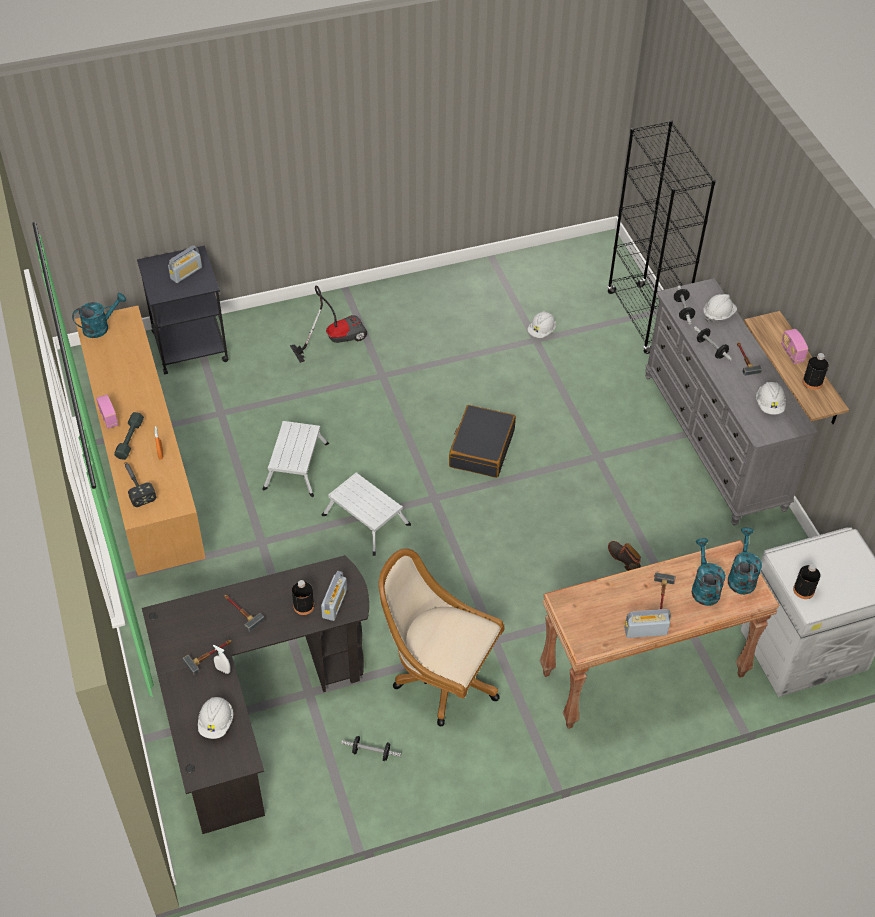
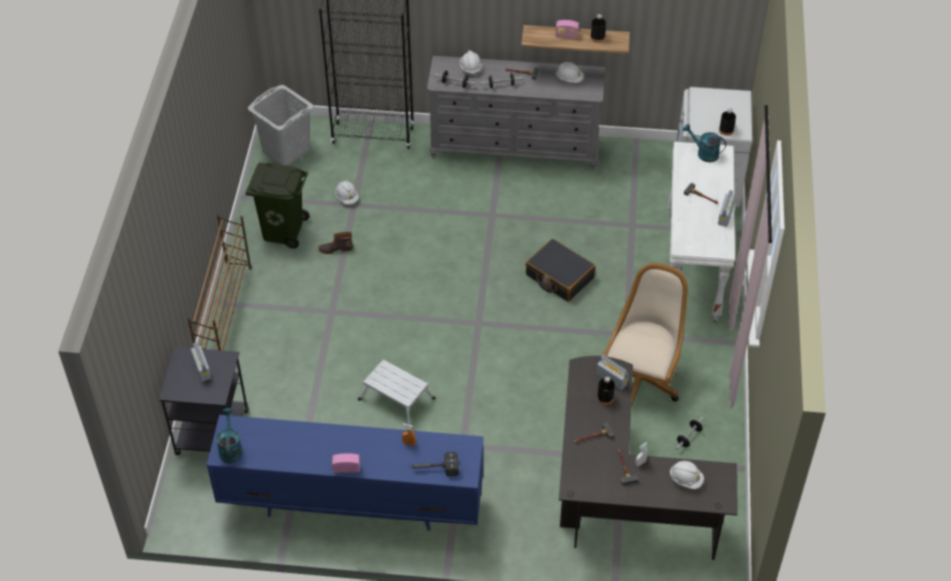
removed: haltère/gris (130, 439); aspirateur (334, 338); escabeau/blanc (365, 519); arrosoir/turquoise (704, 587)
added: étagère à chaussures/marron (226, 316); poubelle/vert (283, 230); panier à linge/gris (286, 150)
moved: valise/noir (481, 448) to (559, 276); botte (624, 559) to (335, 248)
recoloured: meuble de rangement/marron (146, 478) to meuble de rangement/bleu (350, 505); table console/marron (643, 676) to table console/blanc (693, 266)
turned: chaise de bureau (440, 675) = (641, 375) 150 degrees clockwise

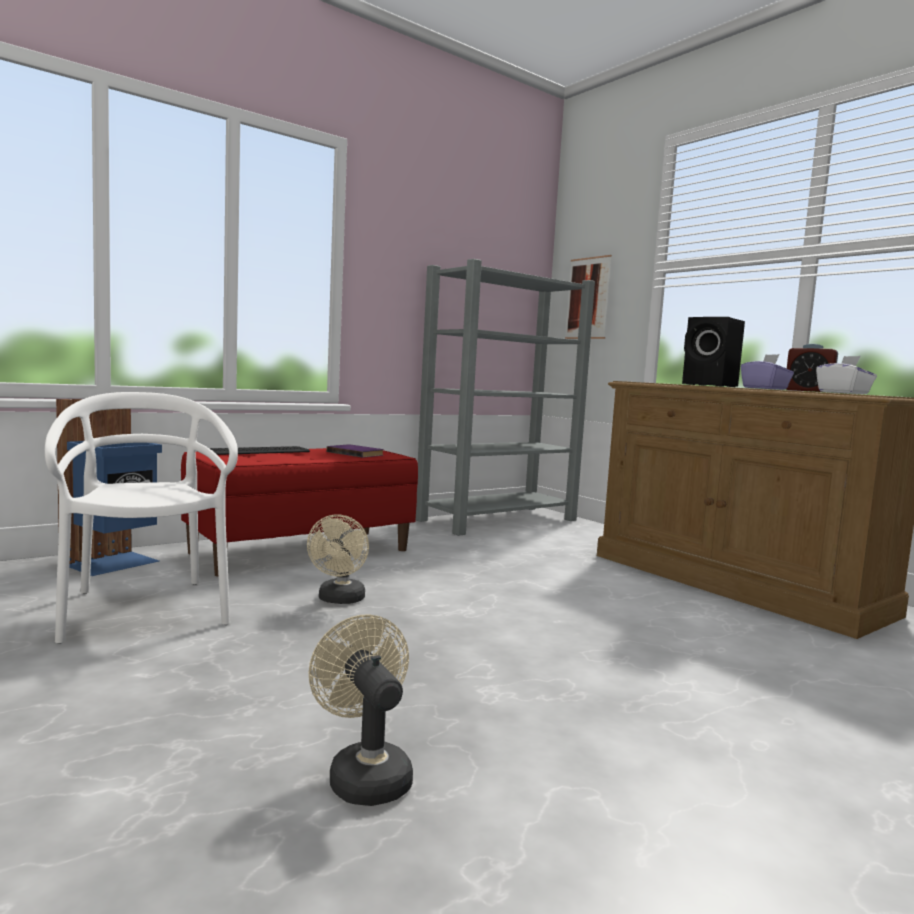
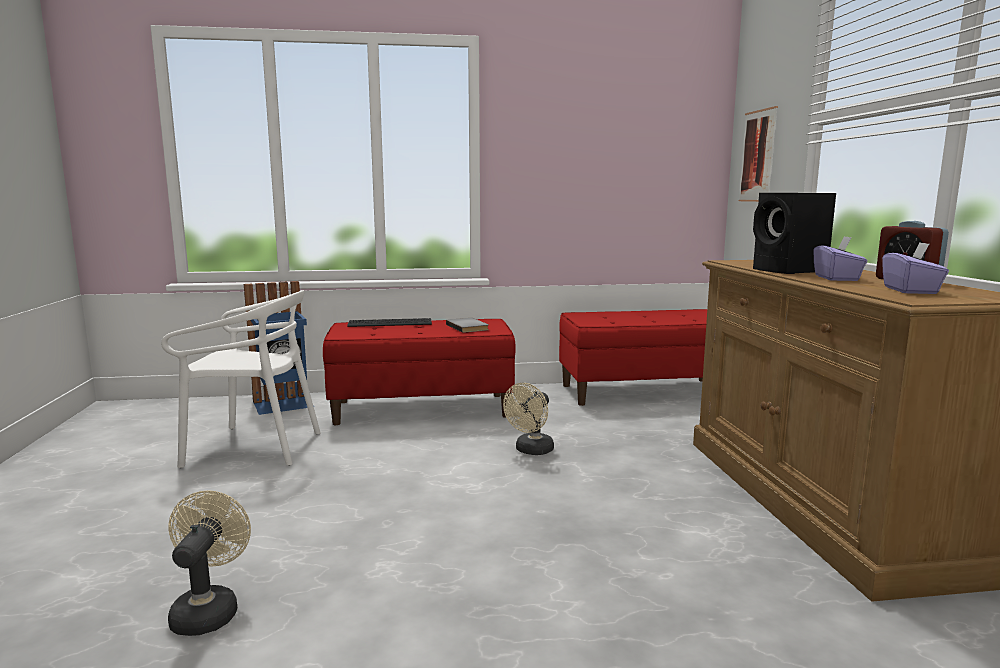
moved: ventilateur/beige (340, 600) to (531, 451)
replaced: bibliothèque/gris (497, 520) to banc/rouge (645, 391)
recoloured: livre/violet (356, 453) to livre/gris (468, 327); boîte à mouchoirs/blanc (843, 393) to boîte à mouchoirs/violet (911, 290)
turned: chaise/blanc (144, 610) = (253, 447) 90 degrees clockwise

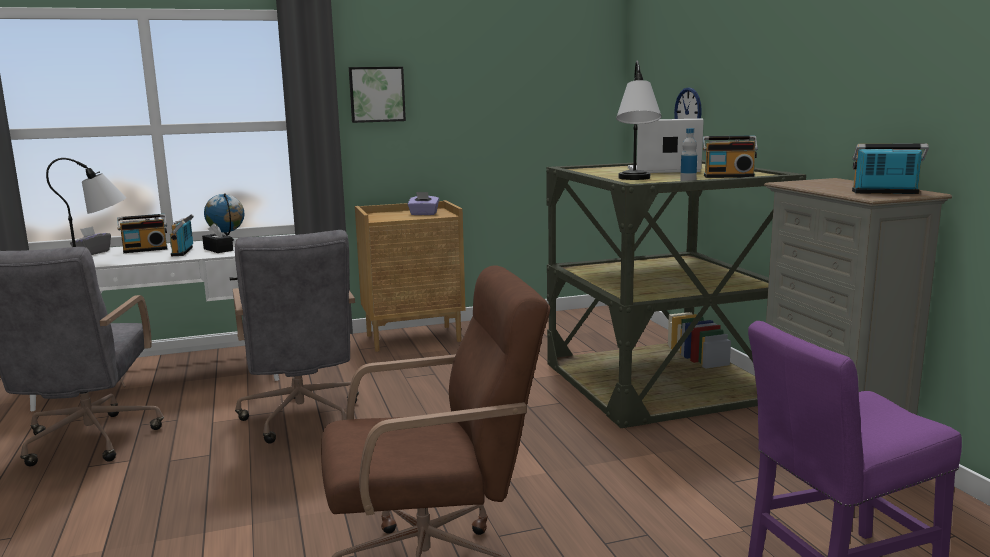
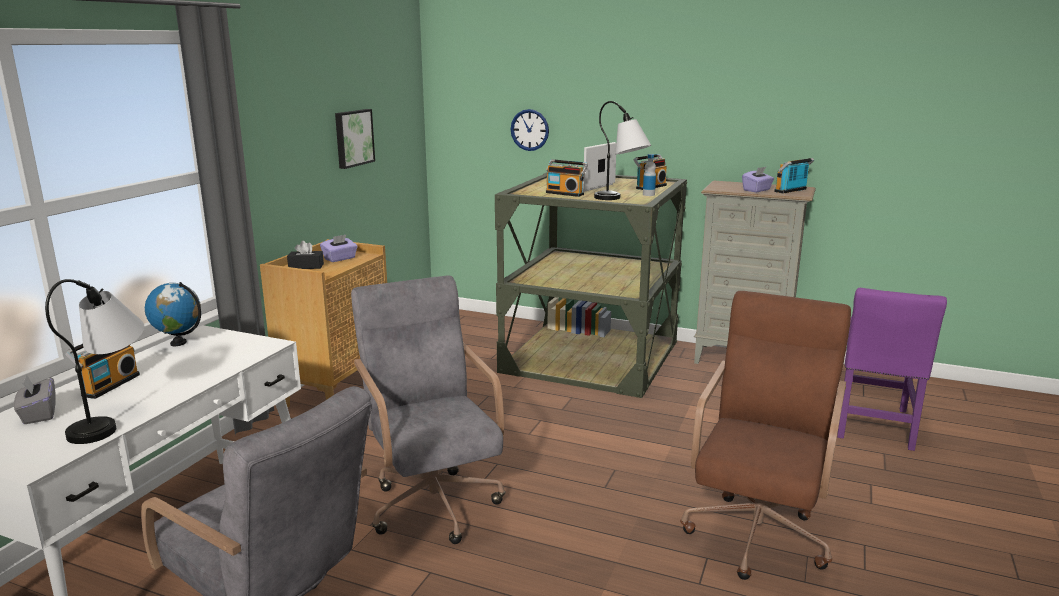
added: boîte à mouchoirs/violet (757, 190)
moved: radio (184, 251) to (565, 193); boîte à mouchoirs/noir (218, 249) to (306, 266); tableau (377, 94) to (353, 138)
turned: chaise de bureau/gris (302, 421) = (432, 503) 135 degrees counterclockwise

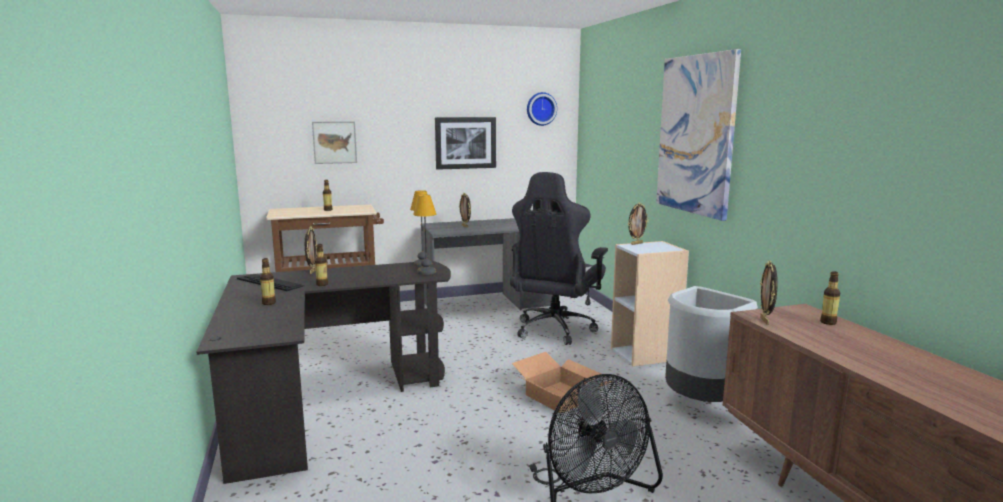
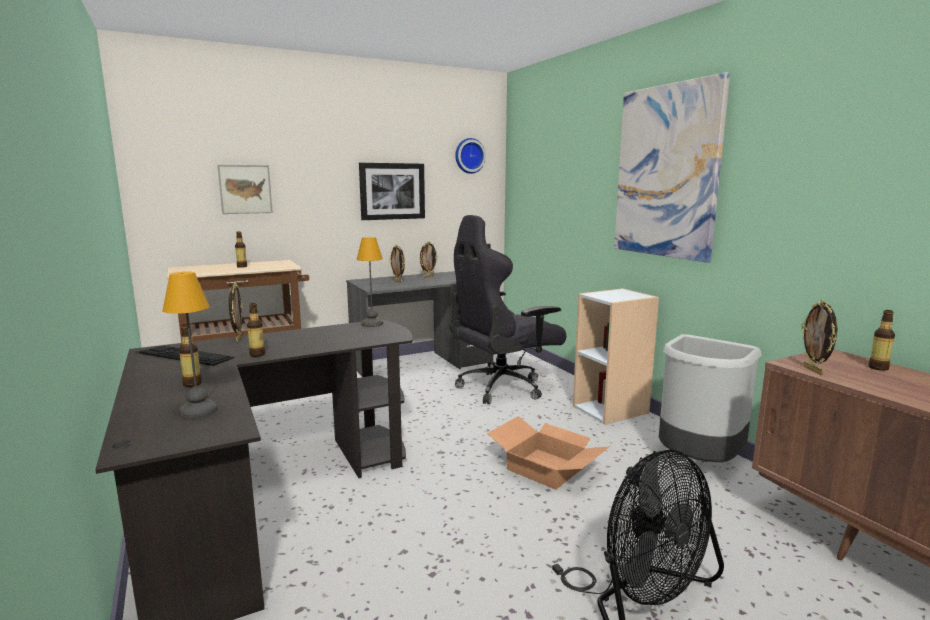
moved: lampe de table (425, 272) to (197, 411); cadre photo (636, 243) to (428, 276)
turned: chaise de bureau/noir (555, 328) = (505, 387) 45 degrees clockwise

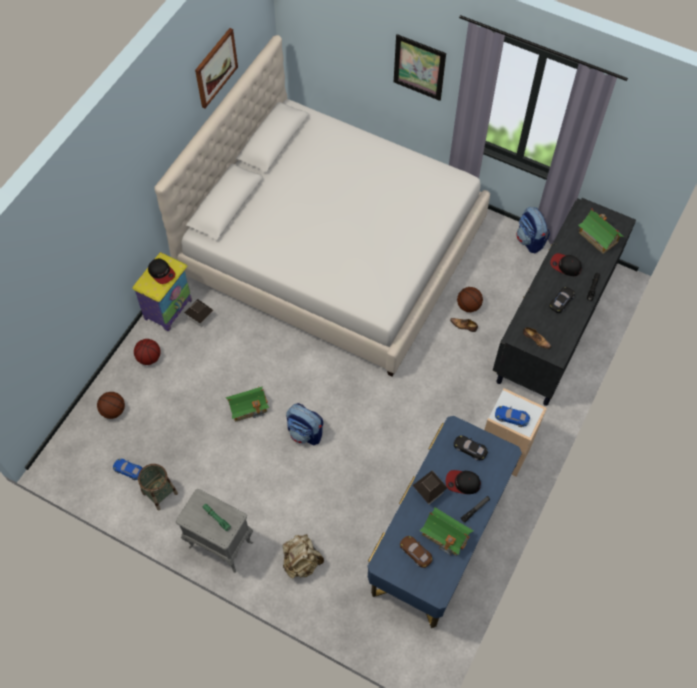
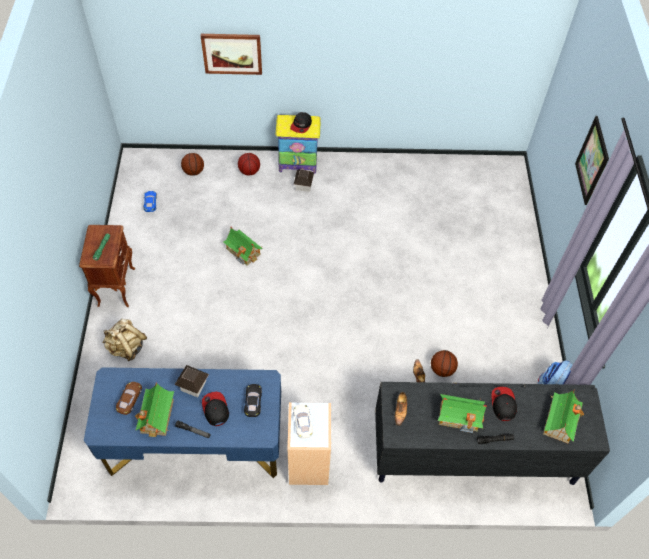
removed: panier (160, 493); lit/blanc (332, 248); sac à dos (305, 432)
moved: tableau (215, 67) to (232, 53)
replaced: petite voiture/noir (561, 301) to maison miniature (459, 416)
recoloured: table de chevet/gris (220, 545) to table de chevet/marron (116, 287); petite voiture/bleu (511, 417) to petite voiture/blanc (303, 422)

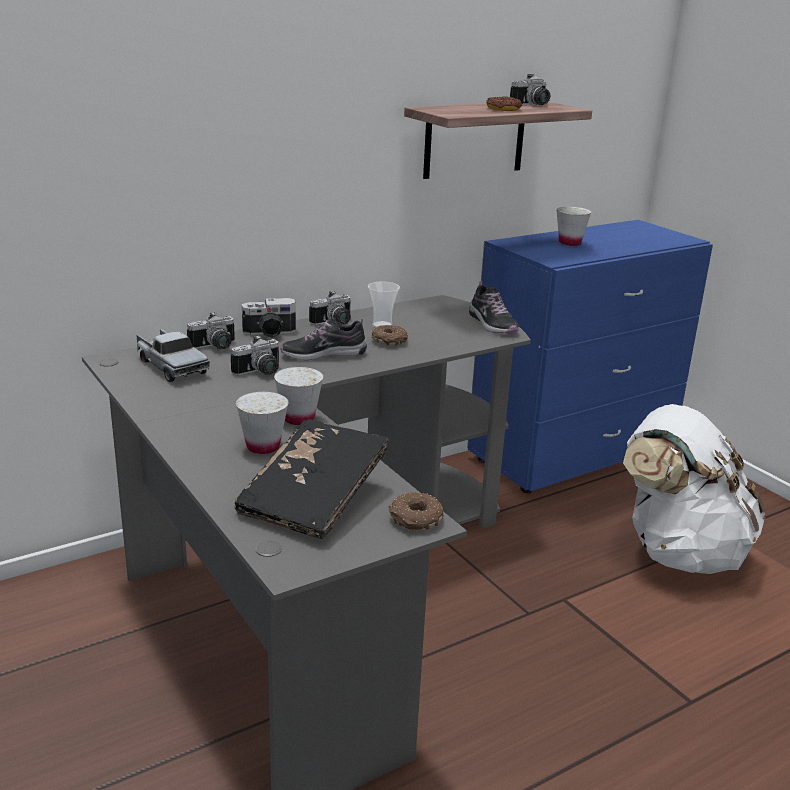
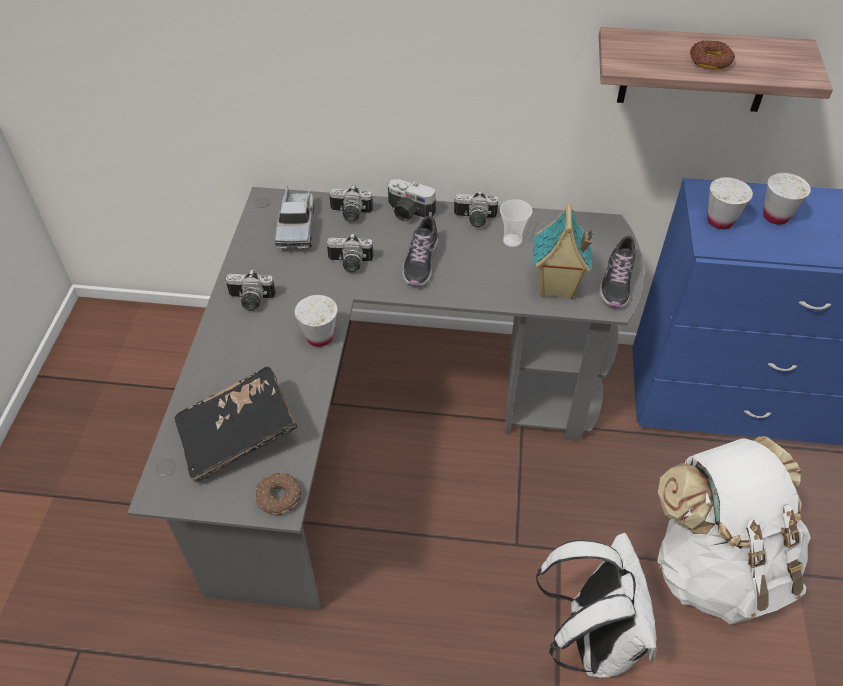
removed: beignet (390, 341)
added: maison miniature (556, 288); sac à dos/blanc (591, 637)
moved: tasse/blanc (263, 446) to (720, 221); appareil photo (532, 105) to (251, 301)
turned: chaussure (323, 354) = (421, 261) 105 degrees counterclockwise

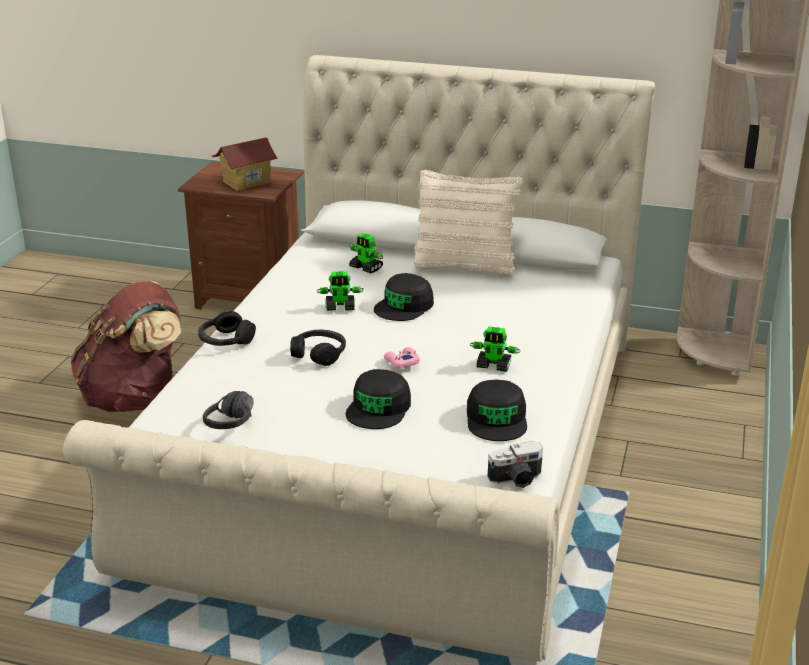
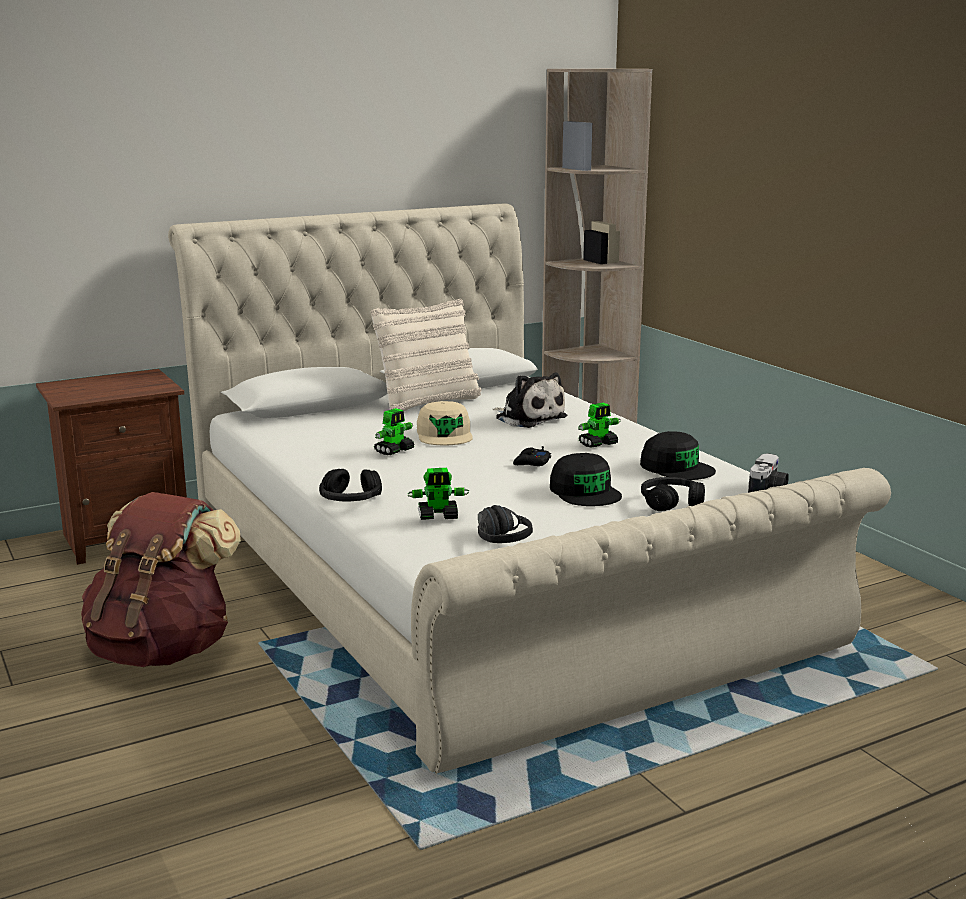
removed: maison miniature (246, 182)
added: peluche (528, 418)
moved: casque audio/noir (319, 354) to (671, 503); robot jouet (366, 268) to (438, 516)
recoloured: casquette/noir (404, 306) to casquette/beige (445, 435); manette/rose (401, 362) to manette/noir (531, 463)

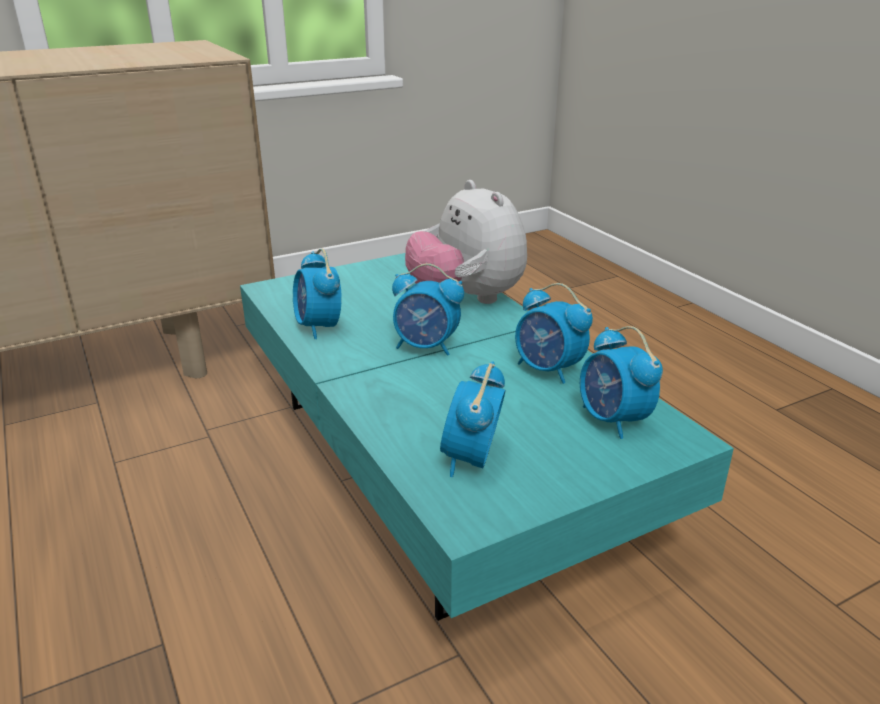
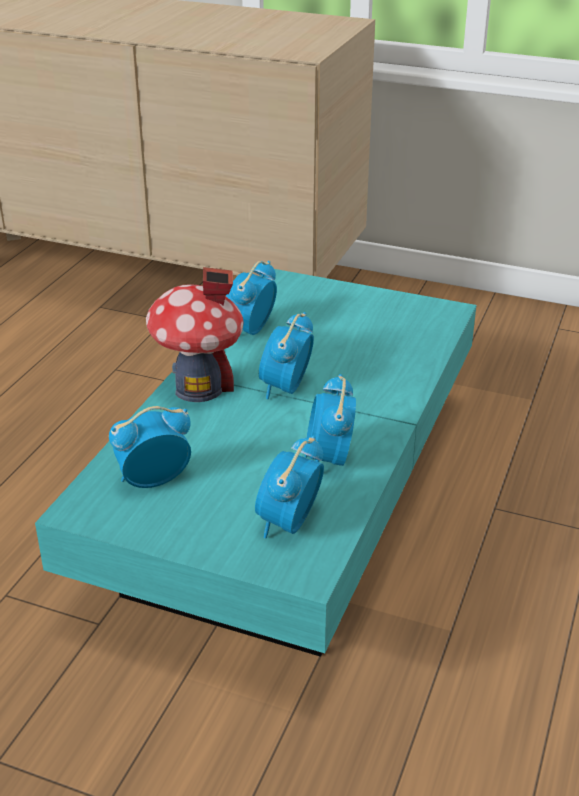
removed: peluche (466, 299)
added: maison miniature (199, 388)
turned: réveil (426, 347) = (285, 388) 45 degrees clockwise

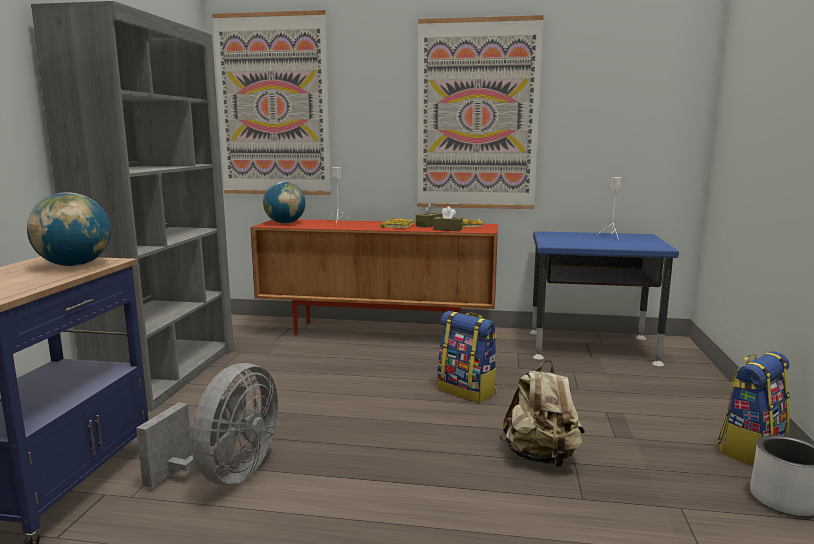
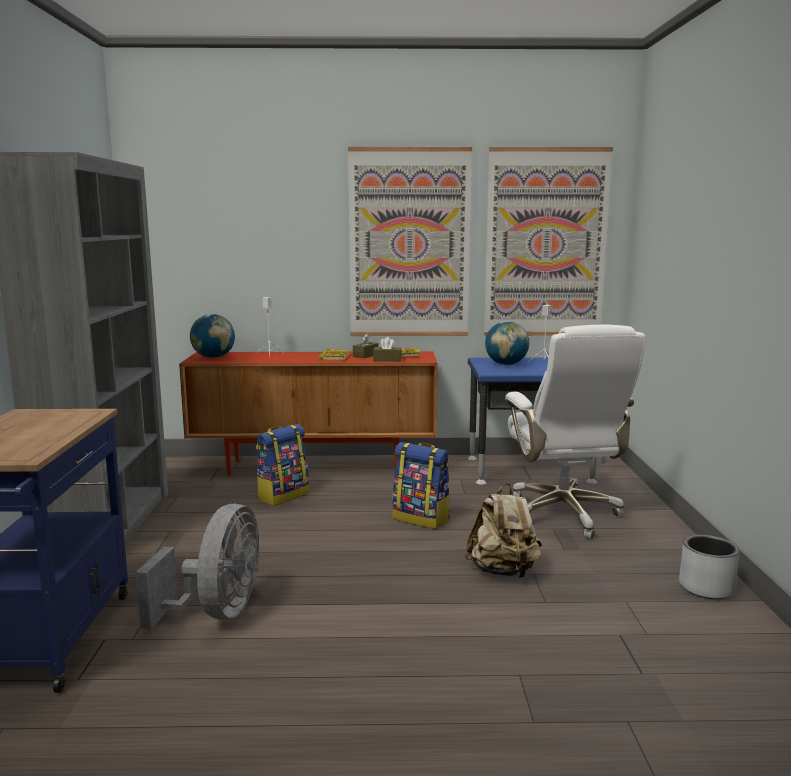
added: chaise de bureau/blanc (563, 516)
moved: globe (74, 265) to (506, 364); tableau (273, 106) to (546, 243); sac à dos (750, 449) to (282, 496)

